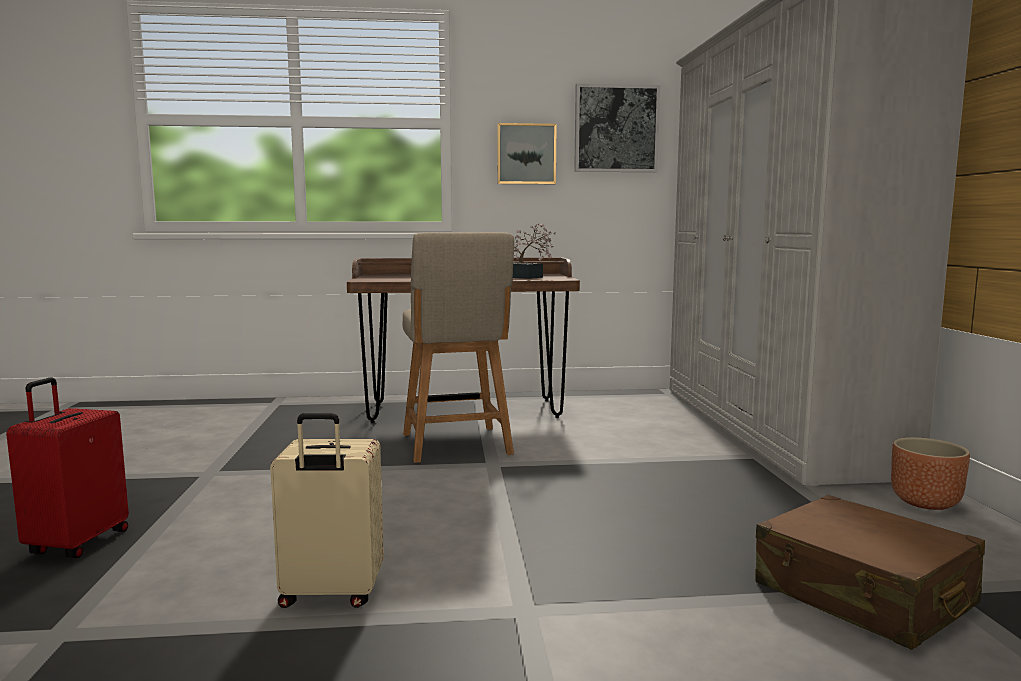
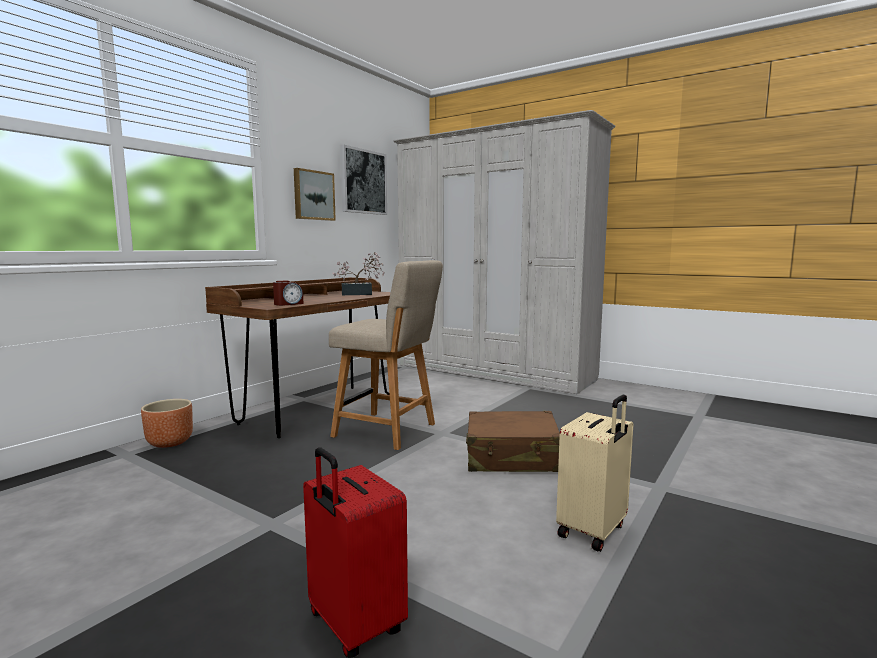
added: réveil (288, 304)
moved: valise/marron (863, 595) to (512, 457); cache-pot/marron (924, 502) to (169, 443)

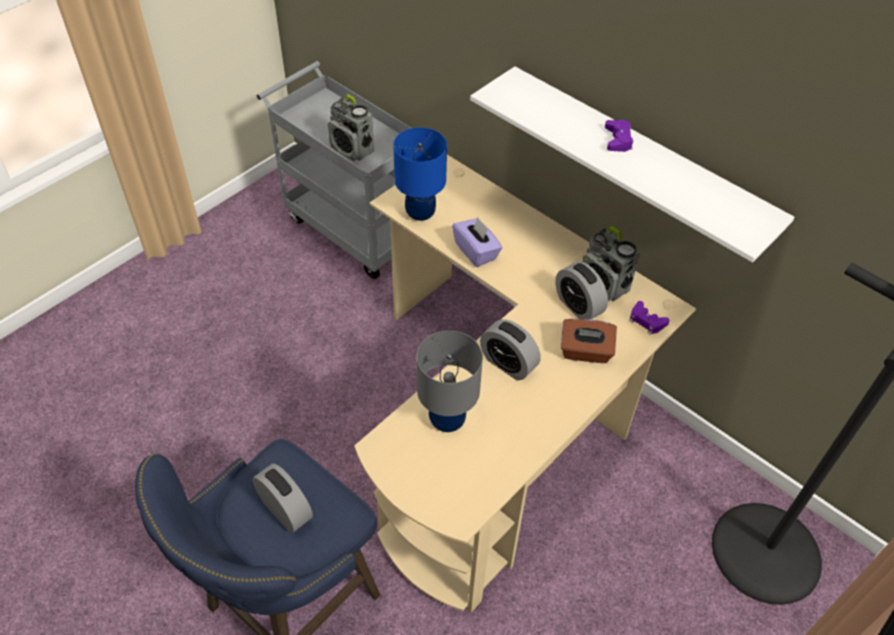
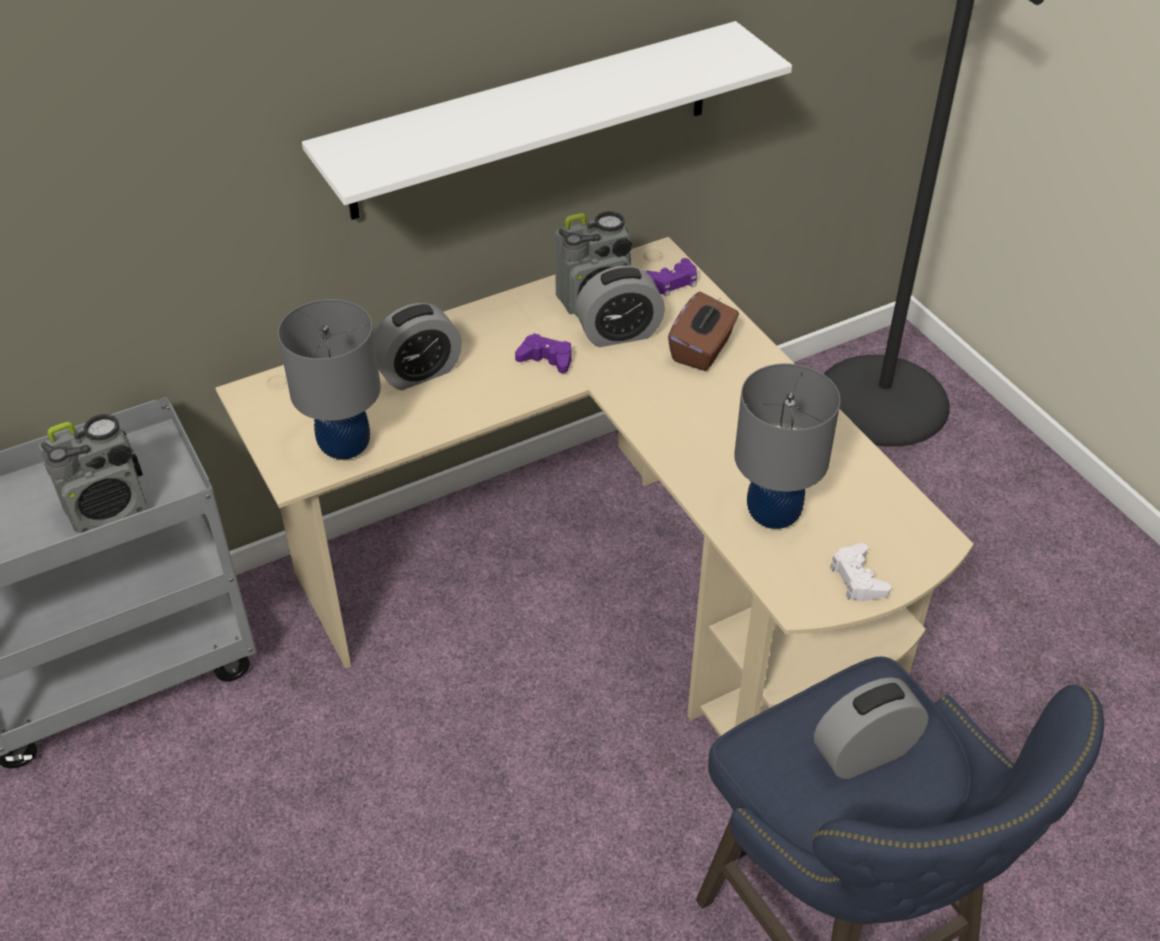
removed: boîte à mouchoirs/violet (476, 251)
added: manette/blanc (857, 578)
moved: réveil (508, 364) to (419, 372); manette/violet (618, 140) to (546, 359)
recoloured: lampe de table/bleu (420, 214) to lampe de table/gris (347, 448)

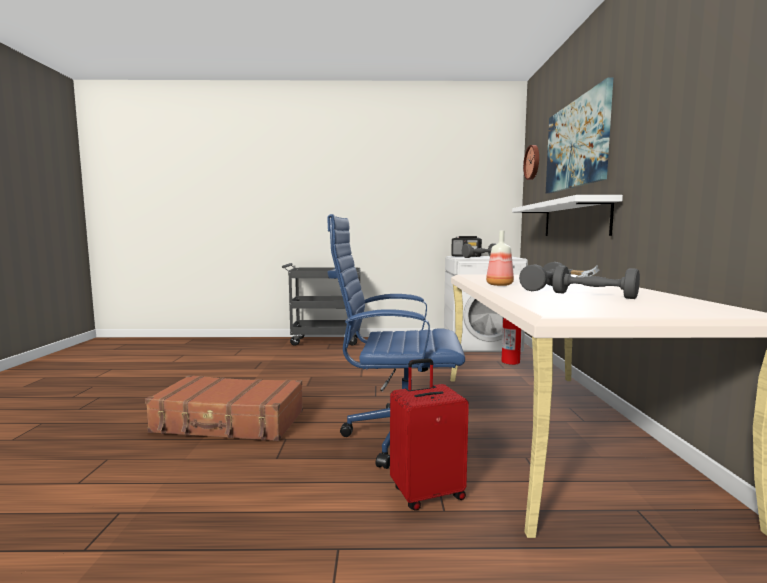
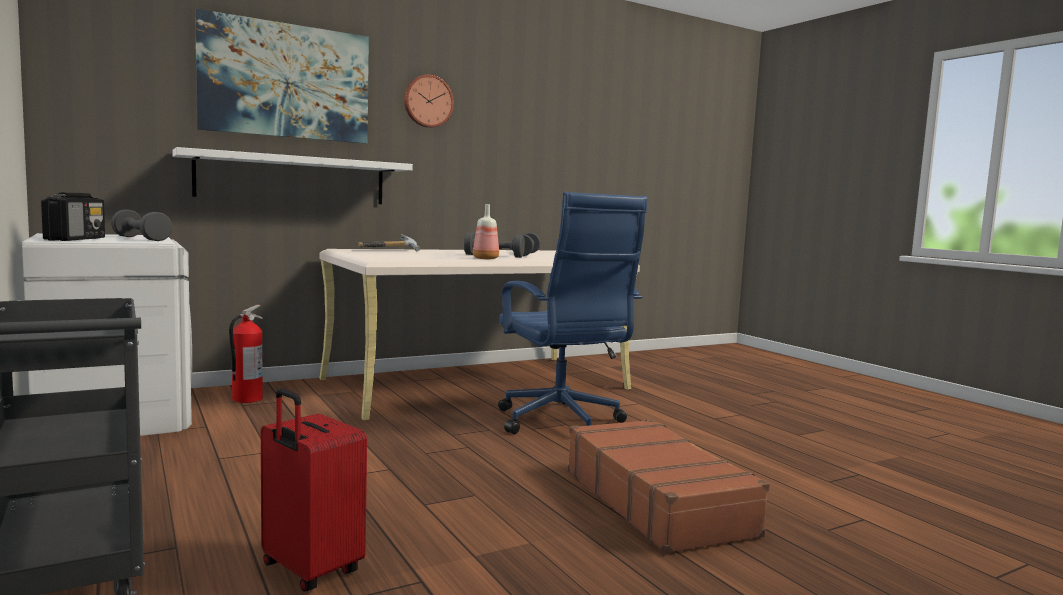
moved: valise/rouge (427, 493) to (309, 570); horloge murale (533, 162) to (428, 101)

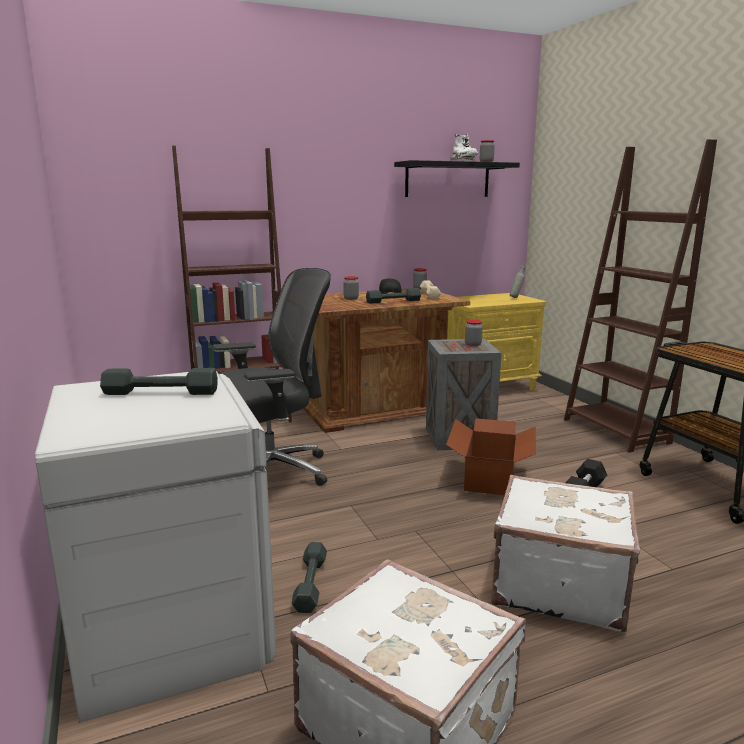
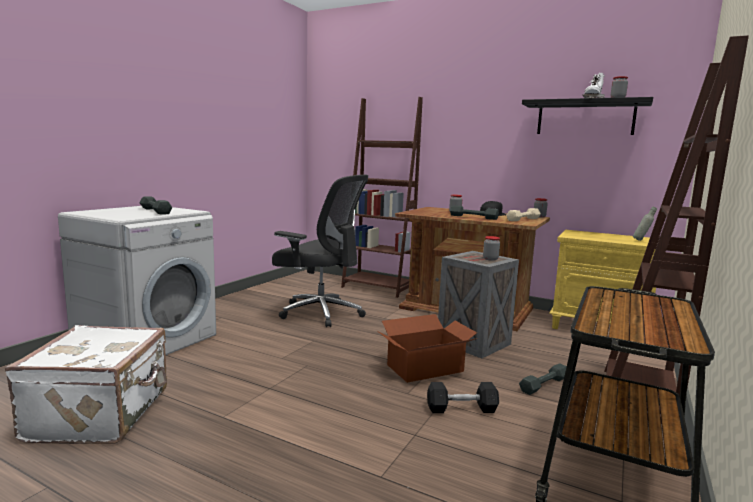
removed: valise/blanc (558, 584)
moved: haltère/gris (310, 583) to (544, 384)

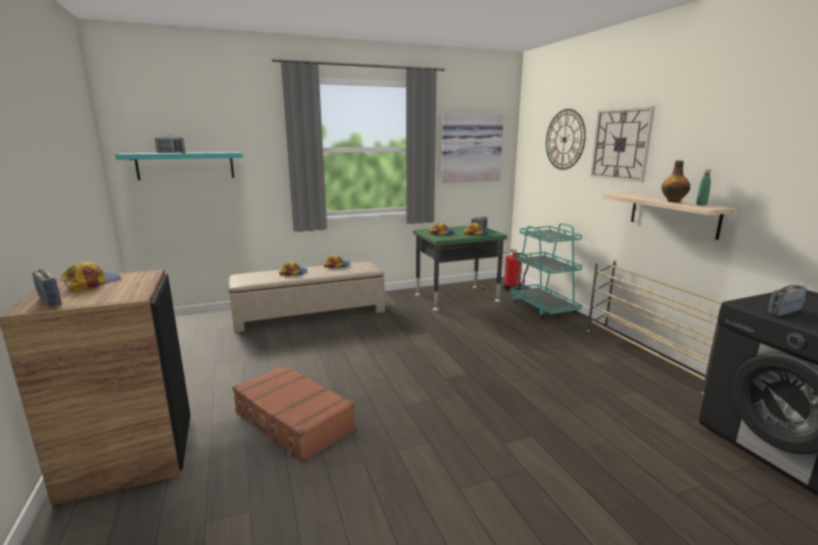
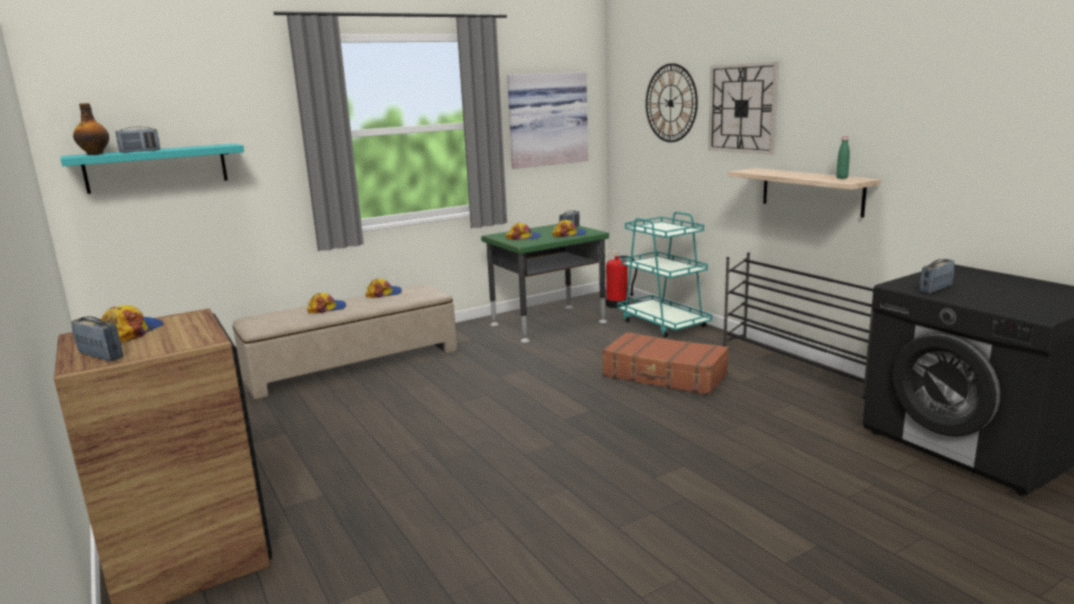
moved: valise/marron (293, 422) to (664, 376); bouteille (673, 201) to (95, 154)
recoloured: étagère à chaussures/beige (647, 356) to étagère à chaussures/noir (798, 366)

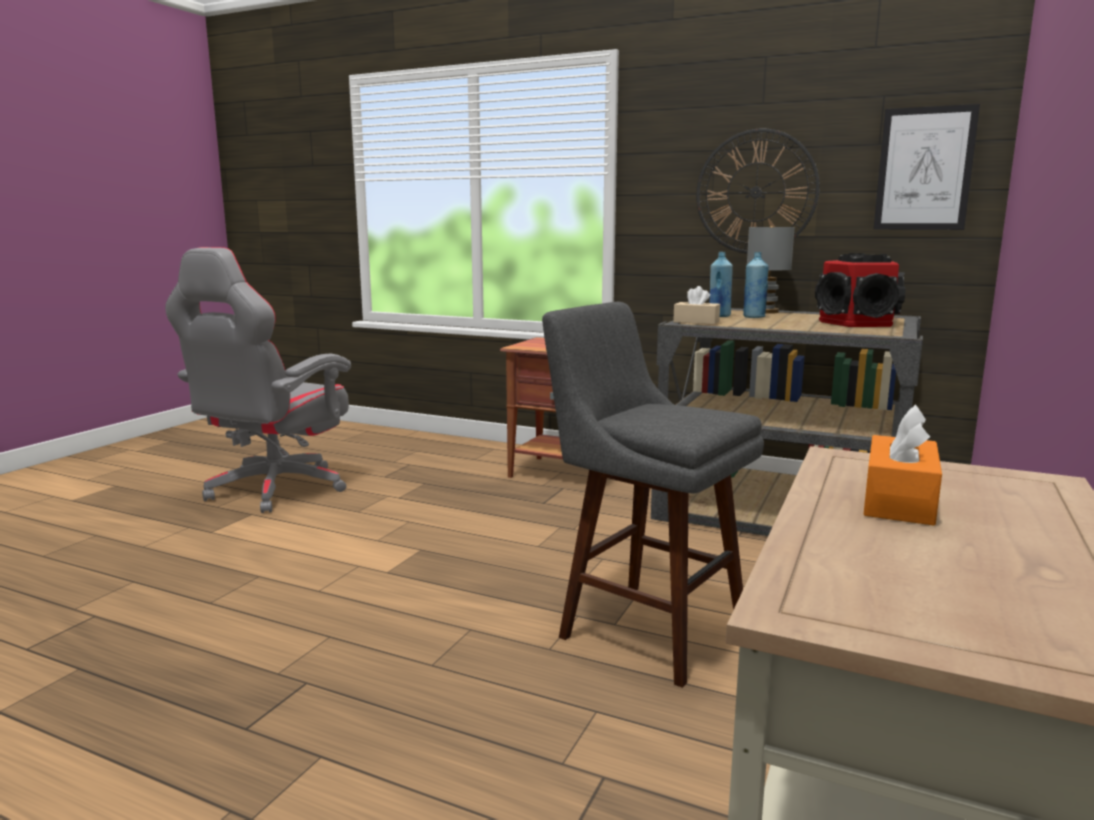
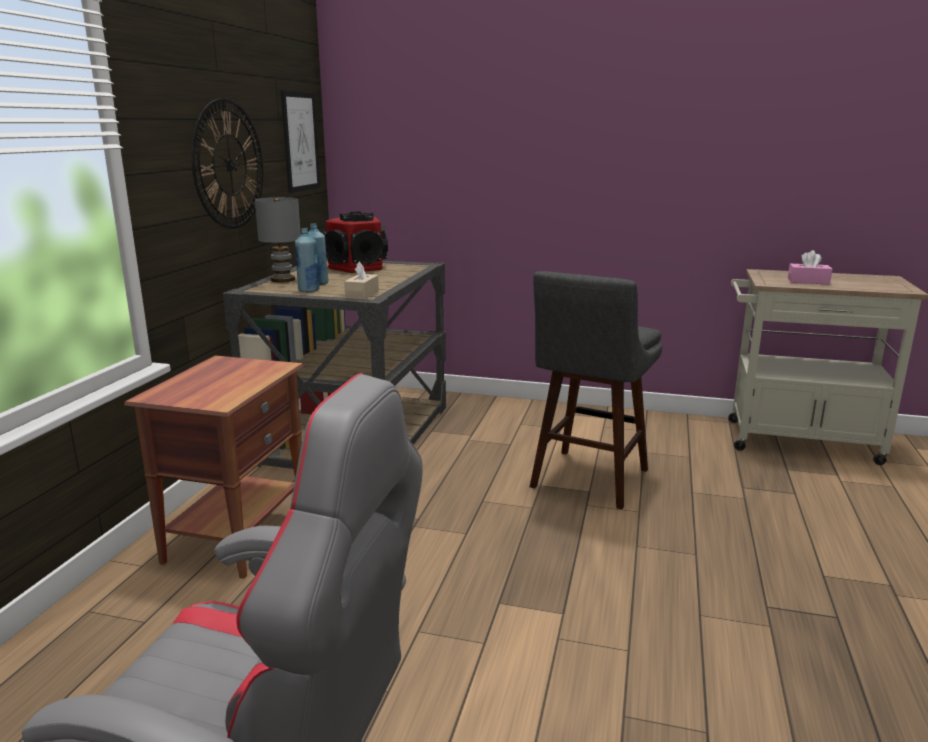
recoloured: boîte à mouchoirs/orange (898, 501) to boîte à mouchoirs/rose (808, 281)

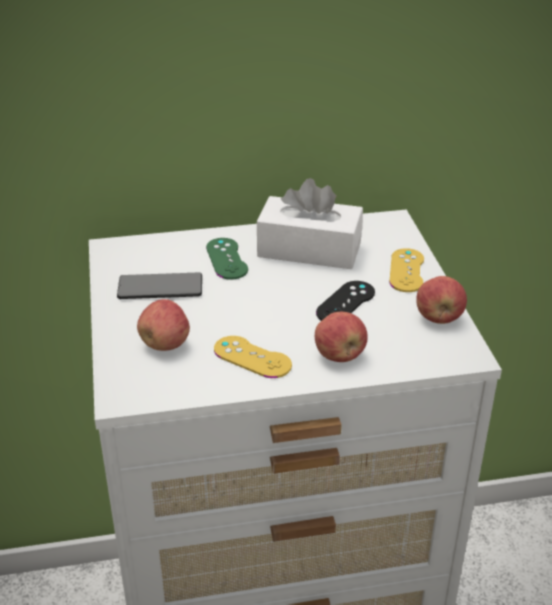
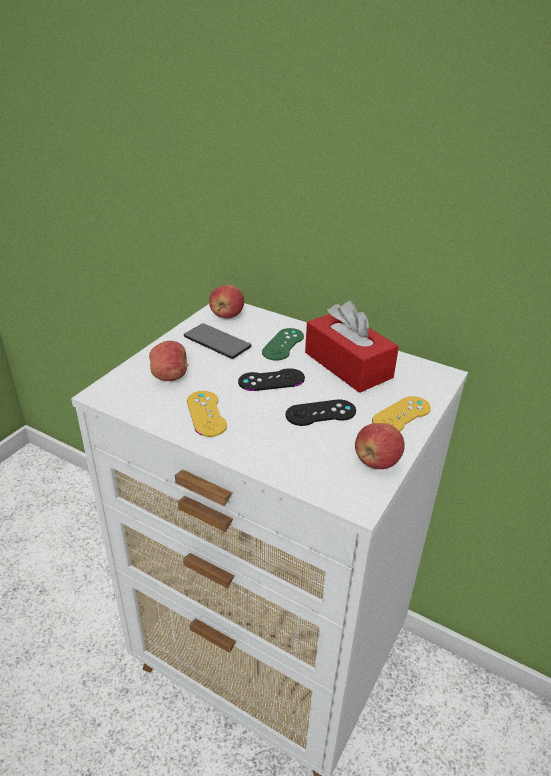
added: manette/noir (271, 380)
moved: pomme (340, 355) to (227, 315)
recoloured: boîte à mouchoirs/blanc (309, 250) to boîte à mouchoirs/rouge (348, 365)

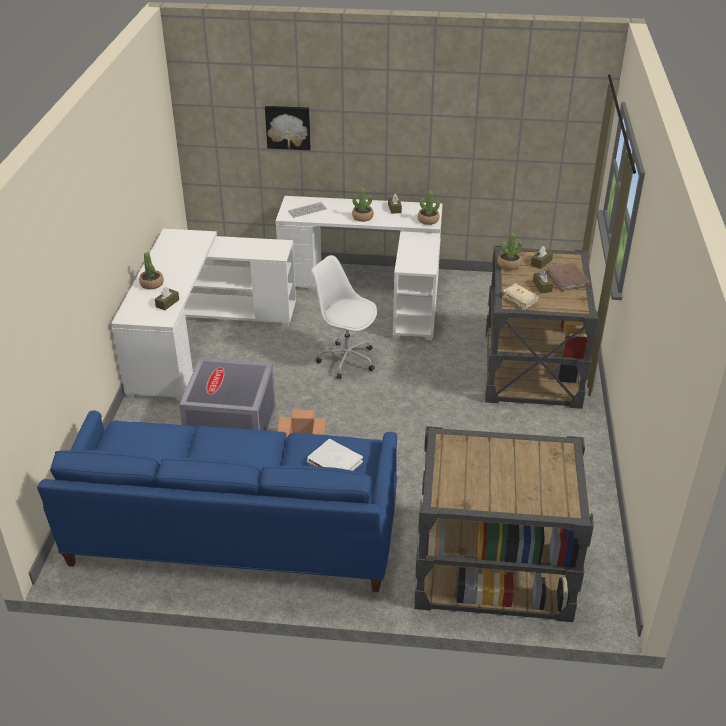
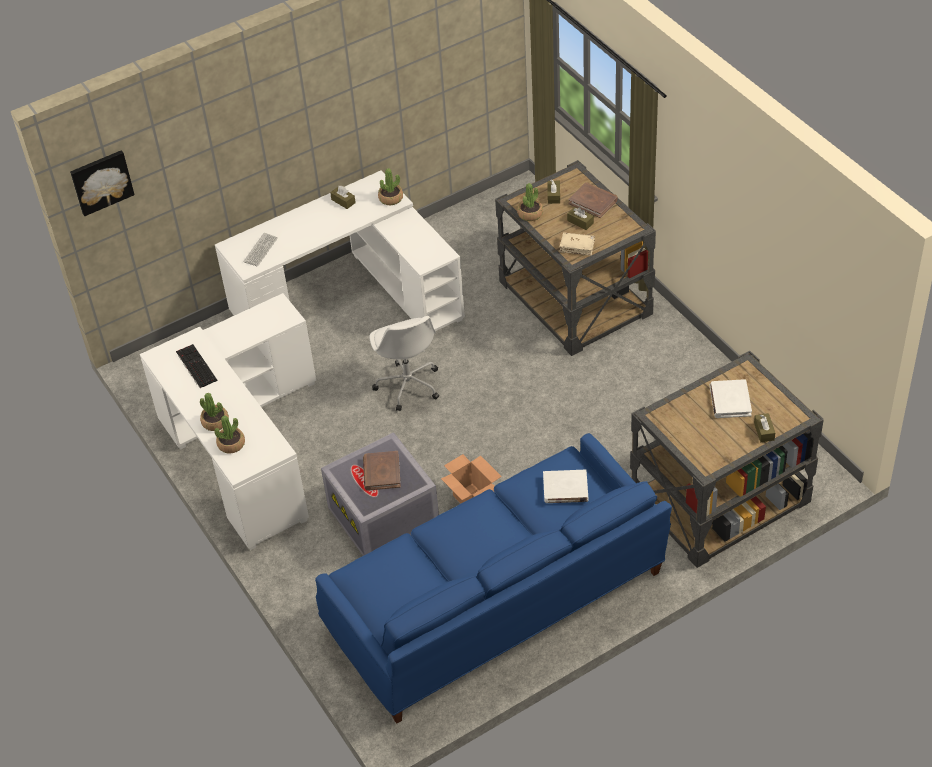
added: clavier (195, 366); livre/marron (381, 472); livre/blanc (730, 401)
moved: boîte à mouchoirs/marron (167, 303) to (764, 431); tableau (288, 127) to (101, 181); plante en pot (362, 217) to (231, 444)
turned: chaise de bureau/blanc (346, 360) = (409, 387) 105 degrees counterclockwise

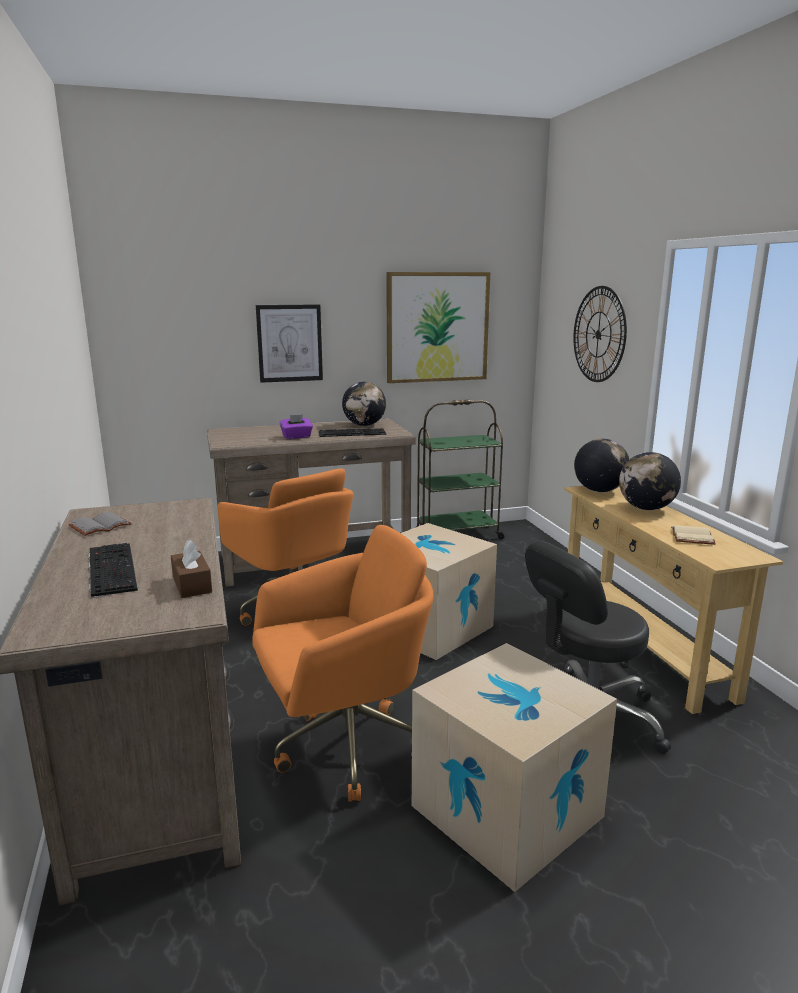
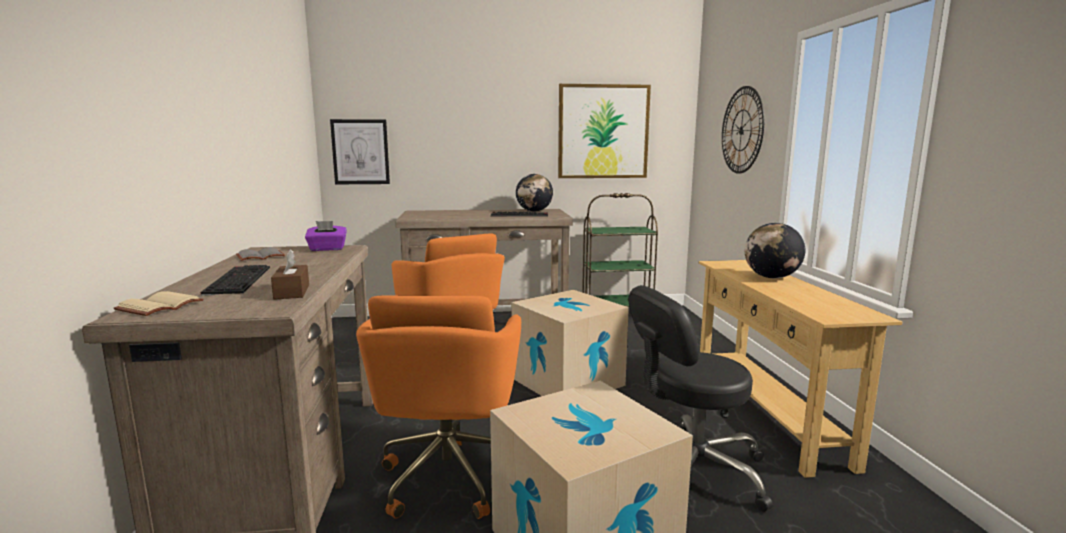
removed: globe (599, 490)
moved: tableau (289, 343) to (360, 152); boîte à mouchoirs/violet (296, 437) to (327, 249); livre/beige (693, 537) to (160, 307)
turned: chaise de bureau/orange (343, 751) = (448, 475) 105 degrees clockwise

